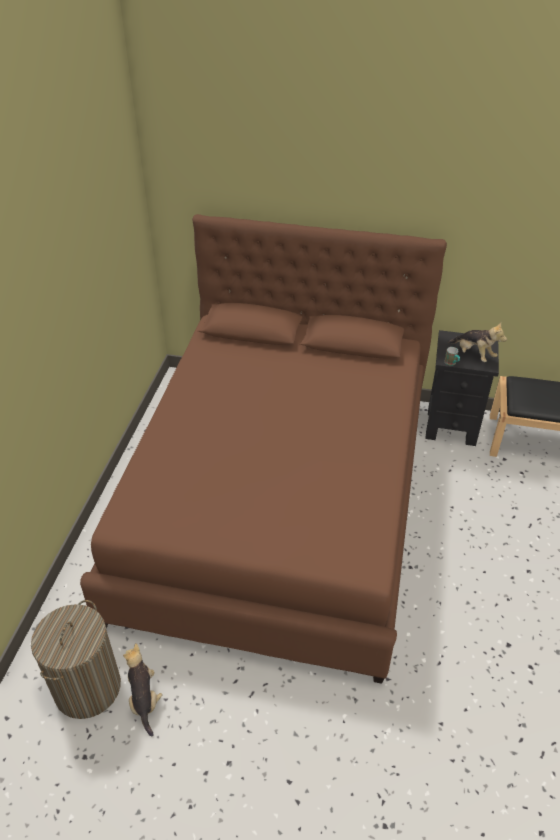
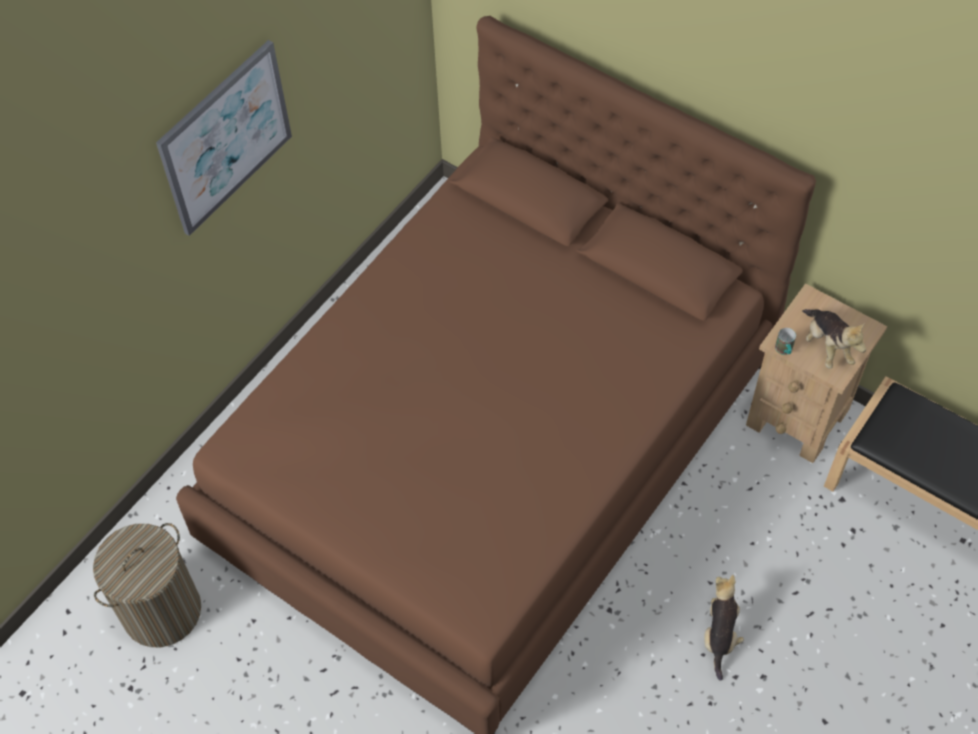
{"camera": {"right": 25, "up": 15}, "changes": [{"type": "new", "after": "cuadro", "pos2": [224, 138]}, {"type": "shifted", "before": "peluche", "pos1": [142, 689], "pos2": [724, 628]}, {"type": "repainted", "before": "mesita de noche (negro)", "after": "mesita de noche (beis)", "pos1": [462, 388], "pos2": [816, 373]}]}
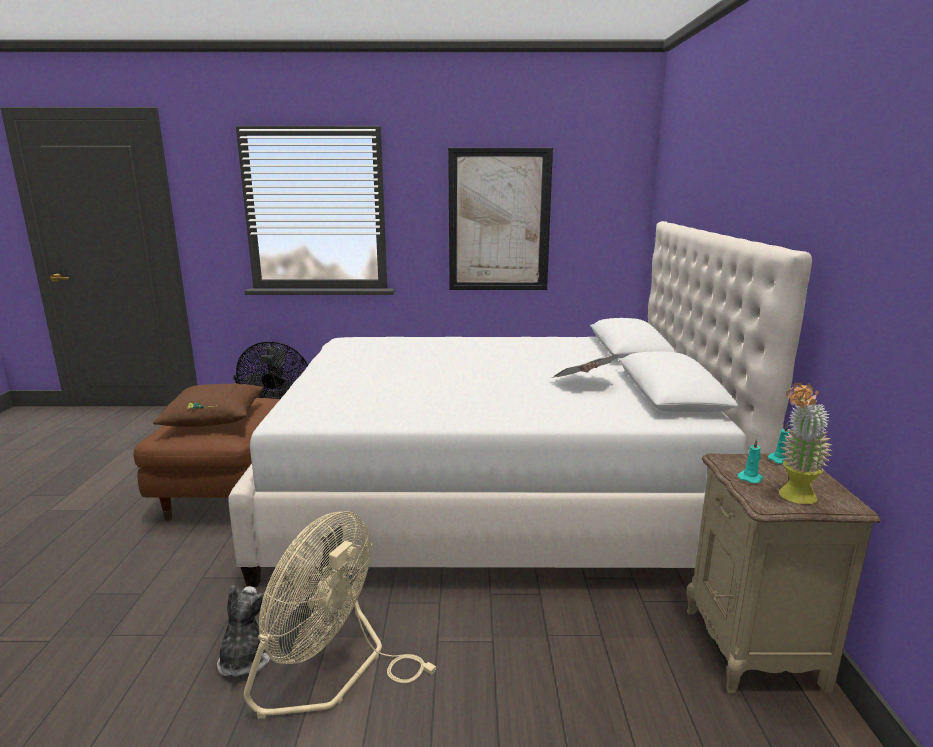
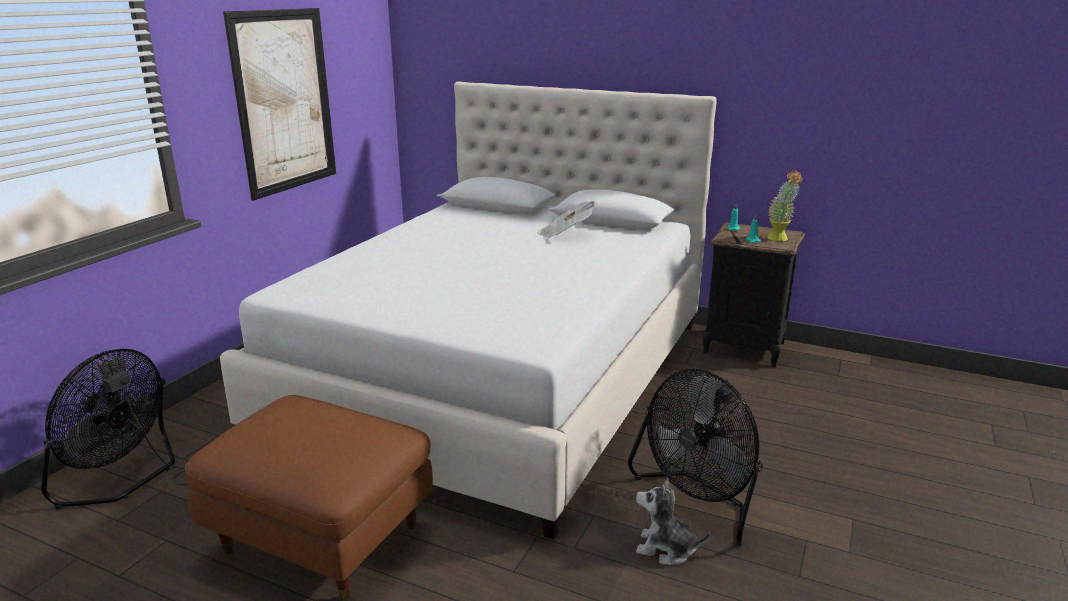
{"camera": {"right": -65, "up": 5}, "changes": [{"type": "gone", "before": "cojín (marrón)", "pos1": [208, 405]}, {"type": "repainted", "before": "ventilador (beis)", "after": "ventilador (negro)", "pos1": [340, 615], "pos2": [695, 458]}, {"type": "repainted", "before": "mesita de noche (beis)", "after": "mesita de noche (negro)", "pos1": [783, 573], "pos2": [753, 295]}]}
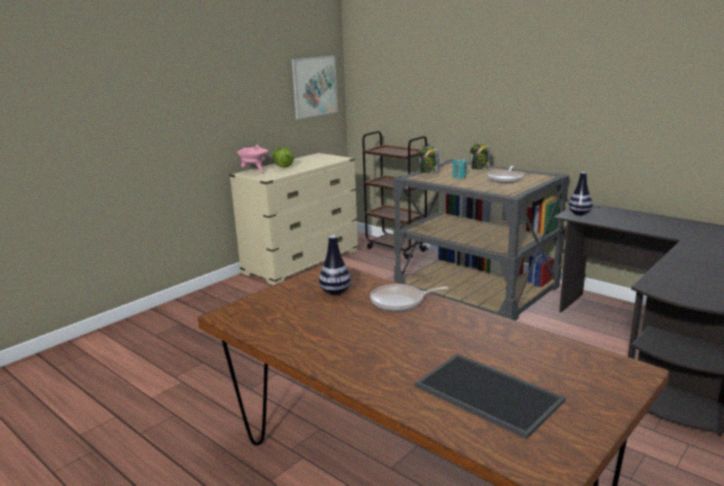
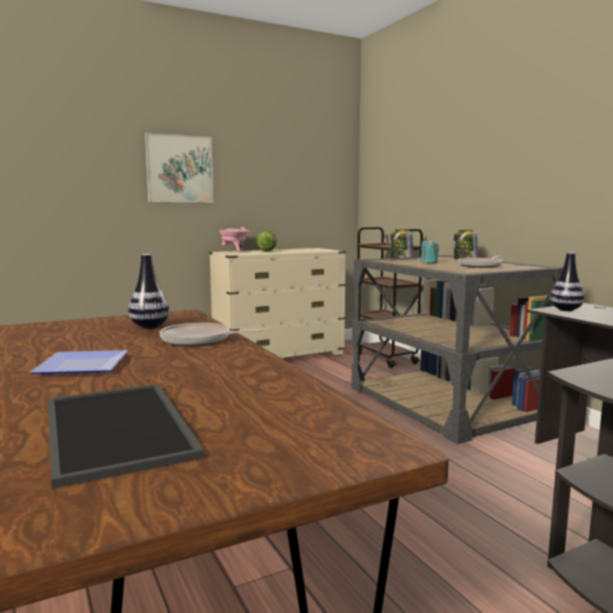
{"camera": {"right": 20, "up": -10}, "changes": [{"type": "new", "after": "plato", "pos2": [79, 362]}, {"type": "shifted", "before": "cuadro", "pos1": [315, 87], "pos2": [179, 167]}]}
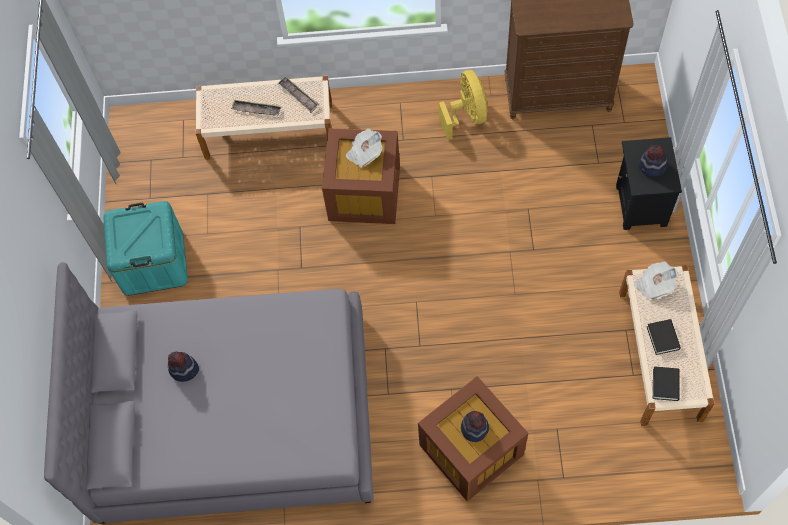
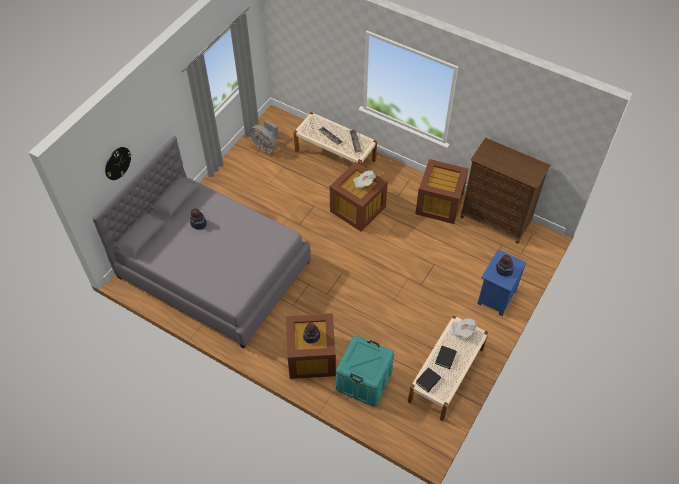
{"camera": {"right": 30, "up": -10}, "changes": [{"type": "new", "after": "reloj de pared", "pos2": [118, 163]}, {"type": "new", "after": "ventilador (gris)", "pos2": [264, 136]}, {"type": "shifted", "before": "caja de almacenaje (turquesa)", "pos1": [145, 248], "pos2": [365, 371]}, {"type": "swapped", "before": "ventilador (amarillo)", "after": "caja de almacenaje (marrón)", "pos1": [463, 105], "pos2": [442, 191]}, {"type": "repainted", "before": "mesita de noche (negro)", "after": "mesita de noche (azul)", "pos1": [649, 183], "pos2": [502, 282]}]}
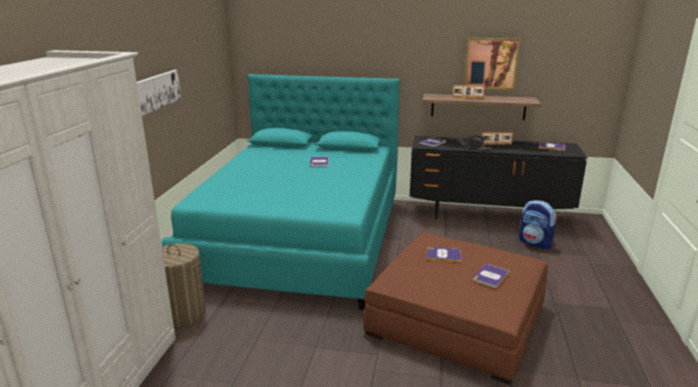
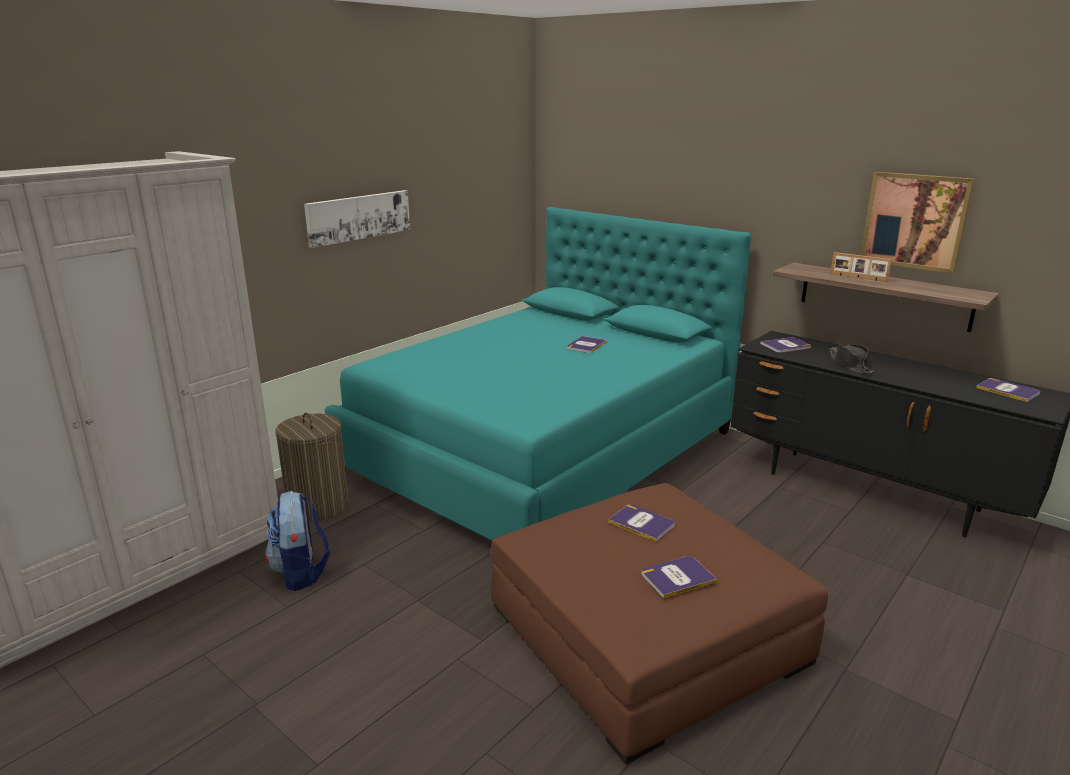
{"camera": {"right": 30, "up": 0}, "changes": [{"type": "gone", "before": "portarretratos", "pos1": [497, 138]}, {"type": "shifted", "before": "mochila", "pos1": [538, 225], "pos2": [297, 541]}]}
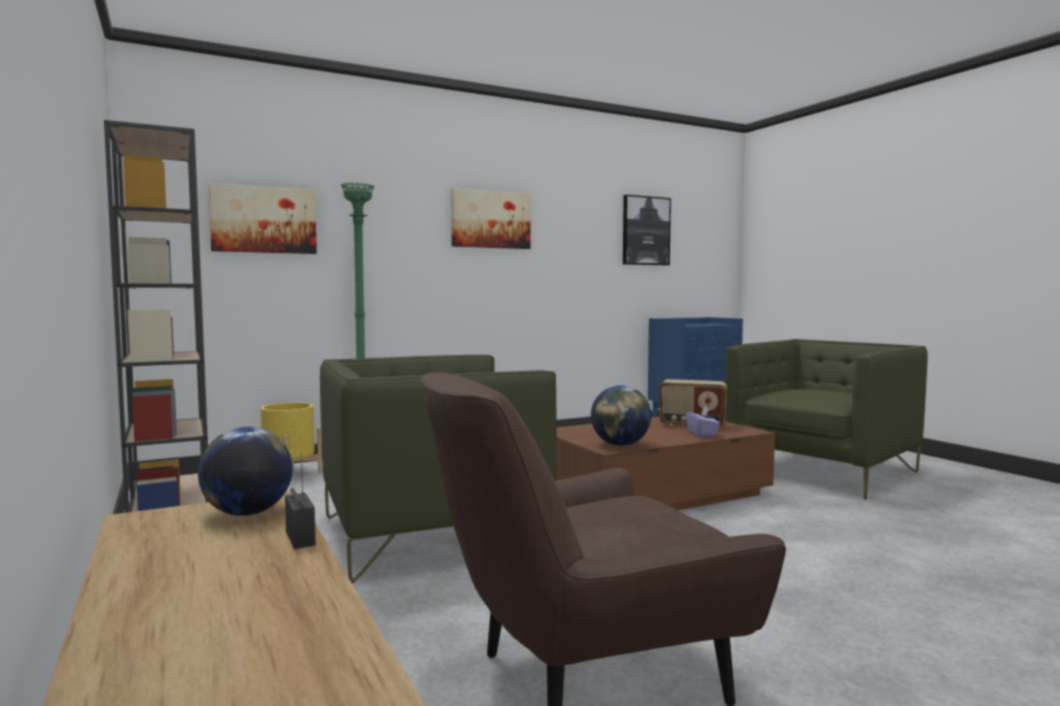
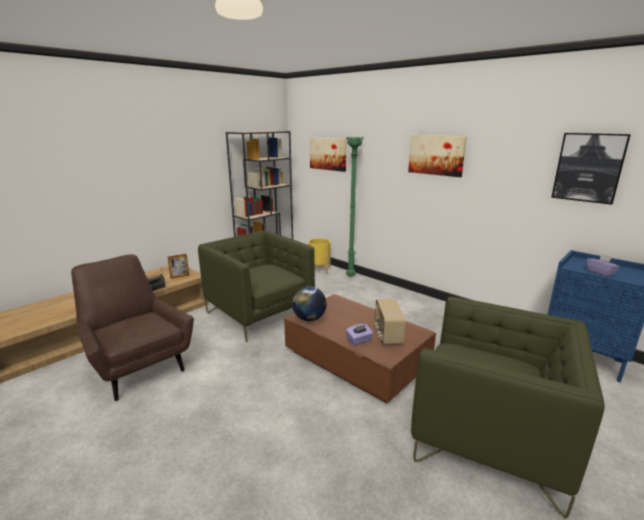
{"camera": {"right": 70, "up": 15}, "changes": [{"type": "new", "after": "caja de pañuelos (morado)", "pos2": [603, 265]}, {"type": "swapped", "before": "globo terráqueo", "after": "portarretratos", "pos1": [245, 471], "pos2": [178, 266]}]}
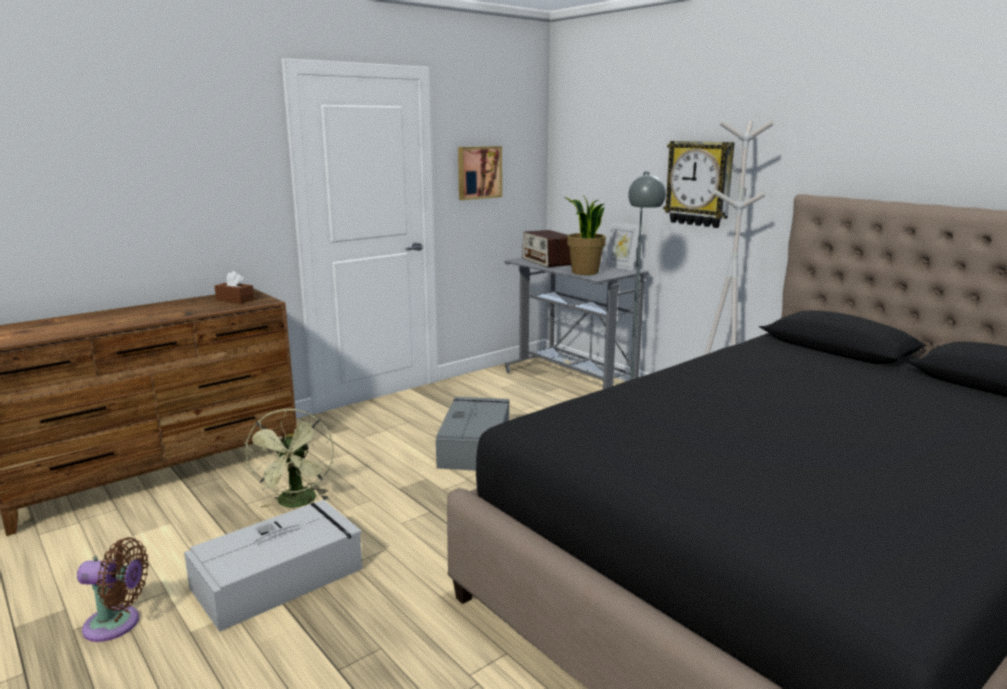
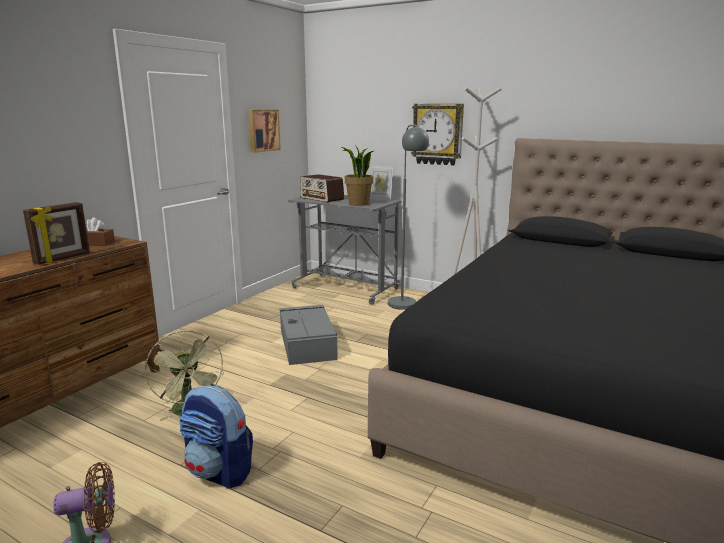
{"camera": {"right": -20, "up": 0}, "changes": [{"type": "new", "after": "portarretratos", "pos2": [56, 233]}, {"type": "swapped", "before": "caja de almacenaje (gris)", "after": "mochila", "pos1": [273, 566], "pos2": [216, 437]}]}
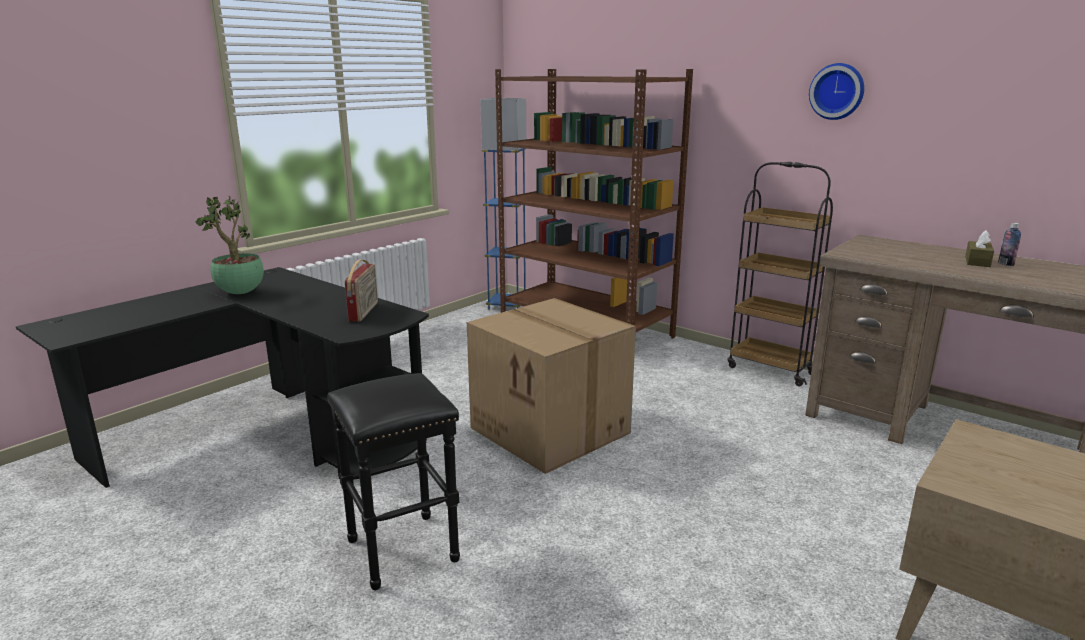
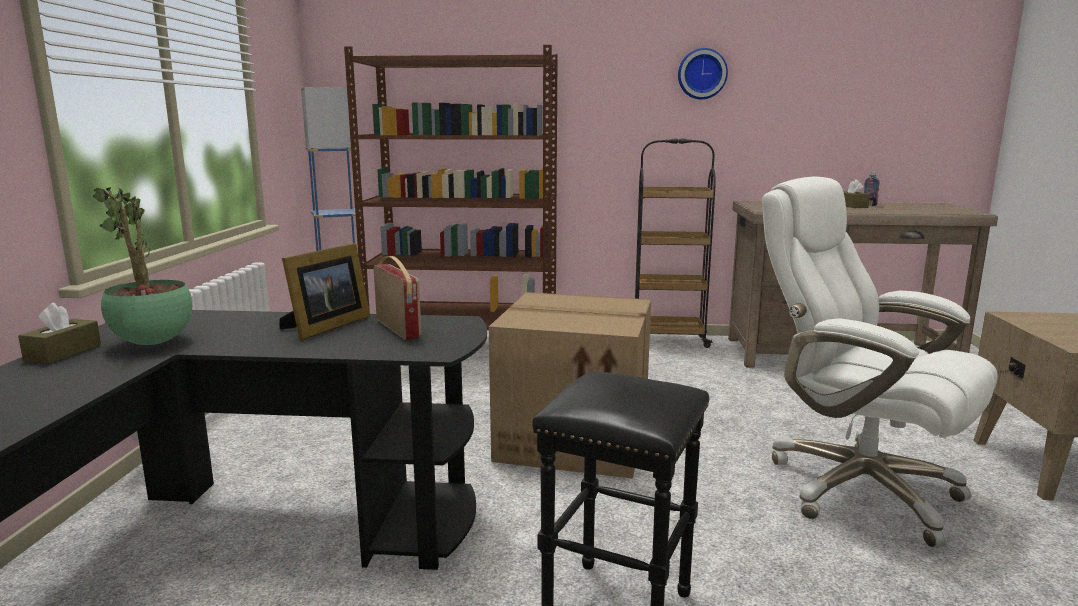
{"camera": {"right": -35, "up": -5}, "changes": [{"type": "new", "after": "caja de pañuelos (marrón)", "pos2": [59, 333]}, {"type": "new", "after": "portarretratos", "pos2": [324, 291]}, {"type": "new", "after": "silla de oficina (blanco)", "pos2": [880, 362]}]}
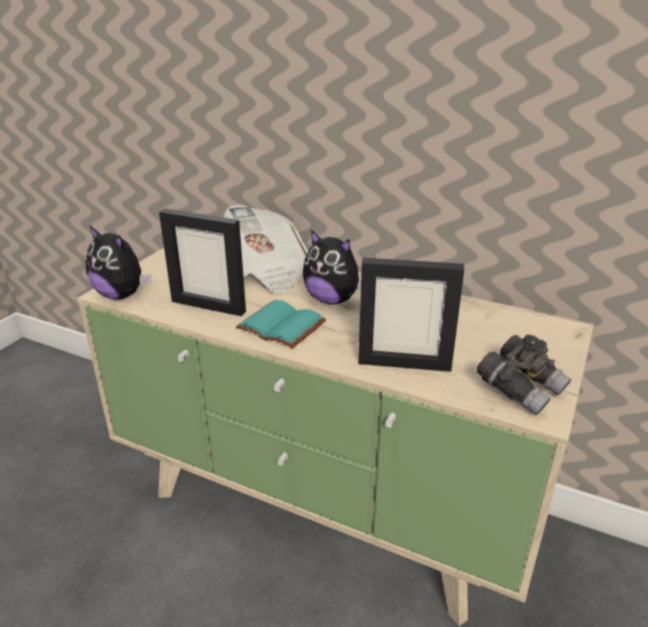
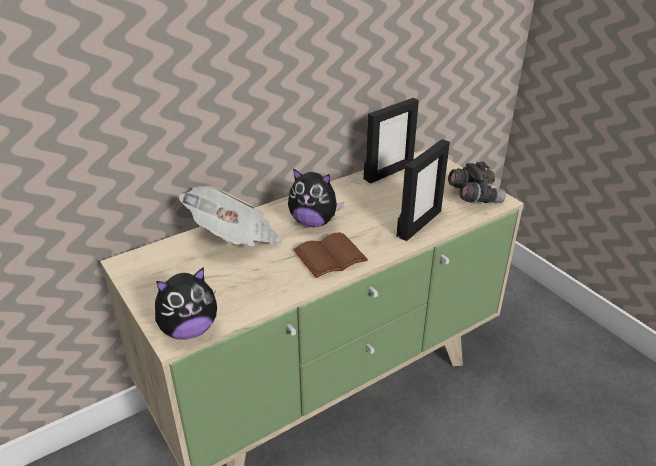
{"camera": {"right": -60, "up": 5}, "changes": [{"type": "shifted", "before": "portarretratos", "pos1": [202, 262], "pos2": [391, 141]}, {"type": "repainted", "before": "libro (turquesa)", "after": "libro (marrón)", "pos1": [281, 324], "pos2": [330, 255]}, {"type": "rotated", "before": "peluche", "pos1": [332, 267], "pos2": [316, 197], "turn": 45}]}
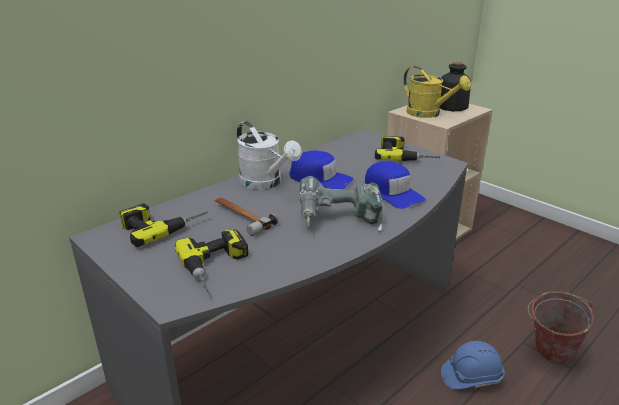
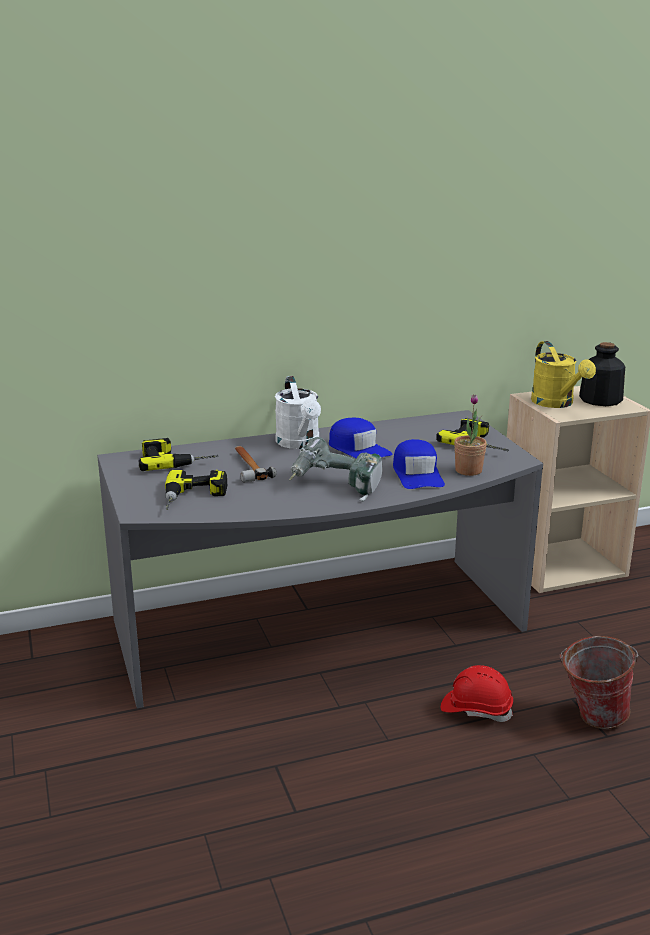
{"camera": {"right": 25, "up": -5}, "changes": [{"type": "new", "after": "planta en maceta", "pos2": [470, 435]}, {"type": "repainted", "before": "casco (azul)", "after": "casco (rojo)", "pos1": [472, 365], "pos2": [477, 693]}]}
